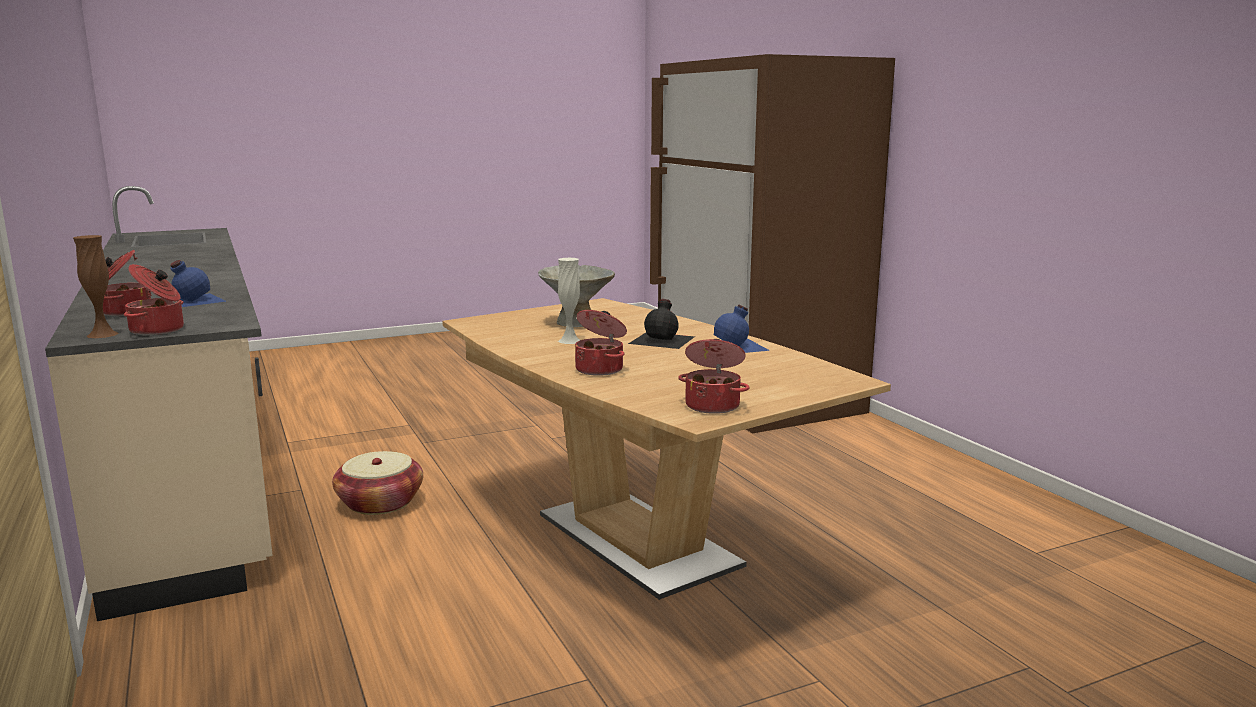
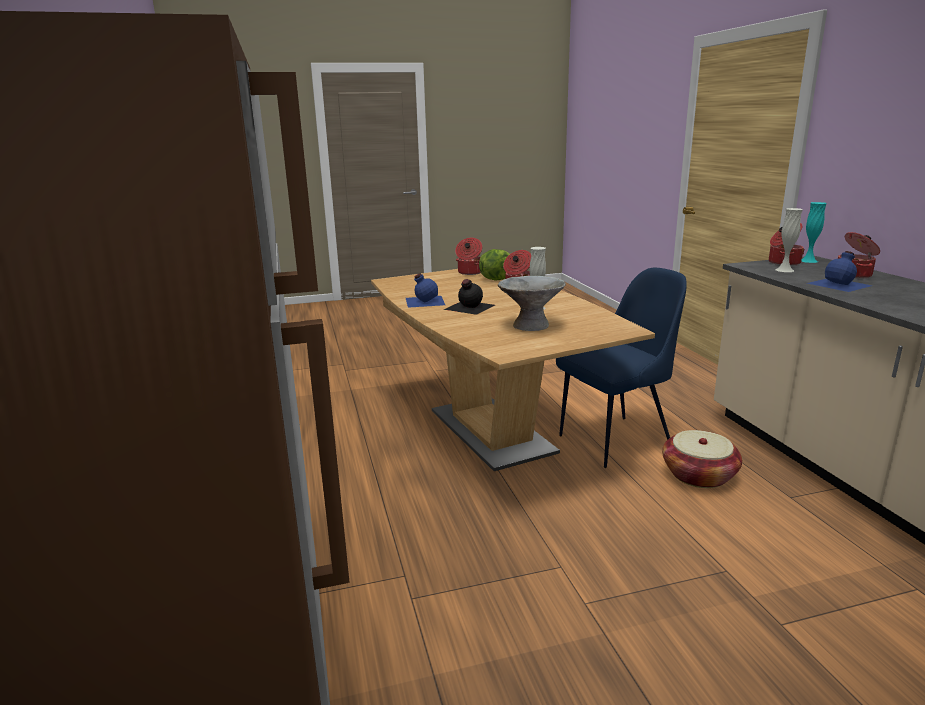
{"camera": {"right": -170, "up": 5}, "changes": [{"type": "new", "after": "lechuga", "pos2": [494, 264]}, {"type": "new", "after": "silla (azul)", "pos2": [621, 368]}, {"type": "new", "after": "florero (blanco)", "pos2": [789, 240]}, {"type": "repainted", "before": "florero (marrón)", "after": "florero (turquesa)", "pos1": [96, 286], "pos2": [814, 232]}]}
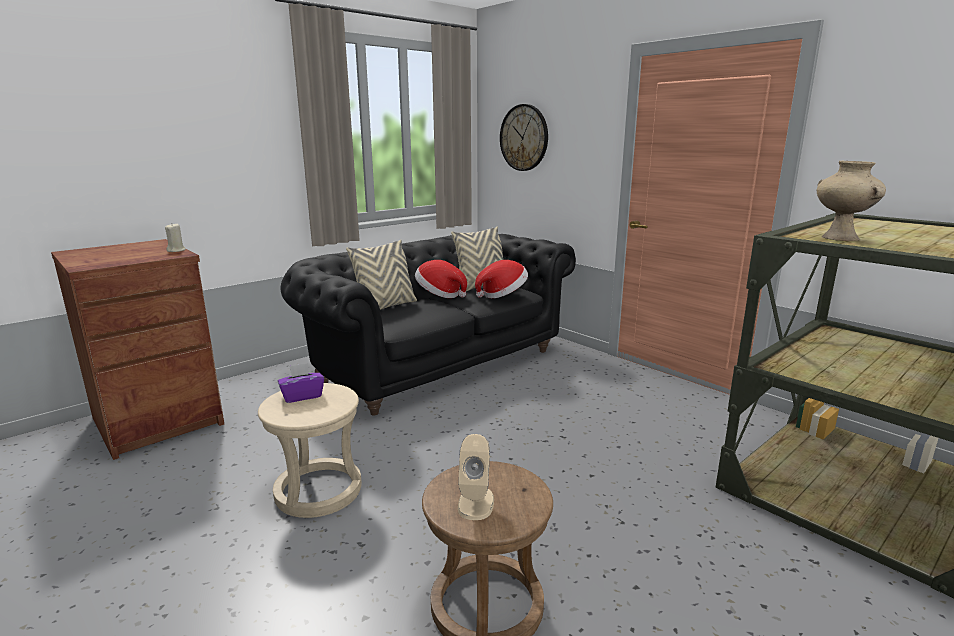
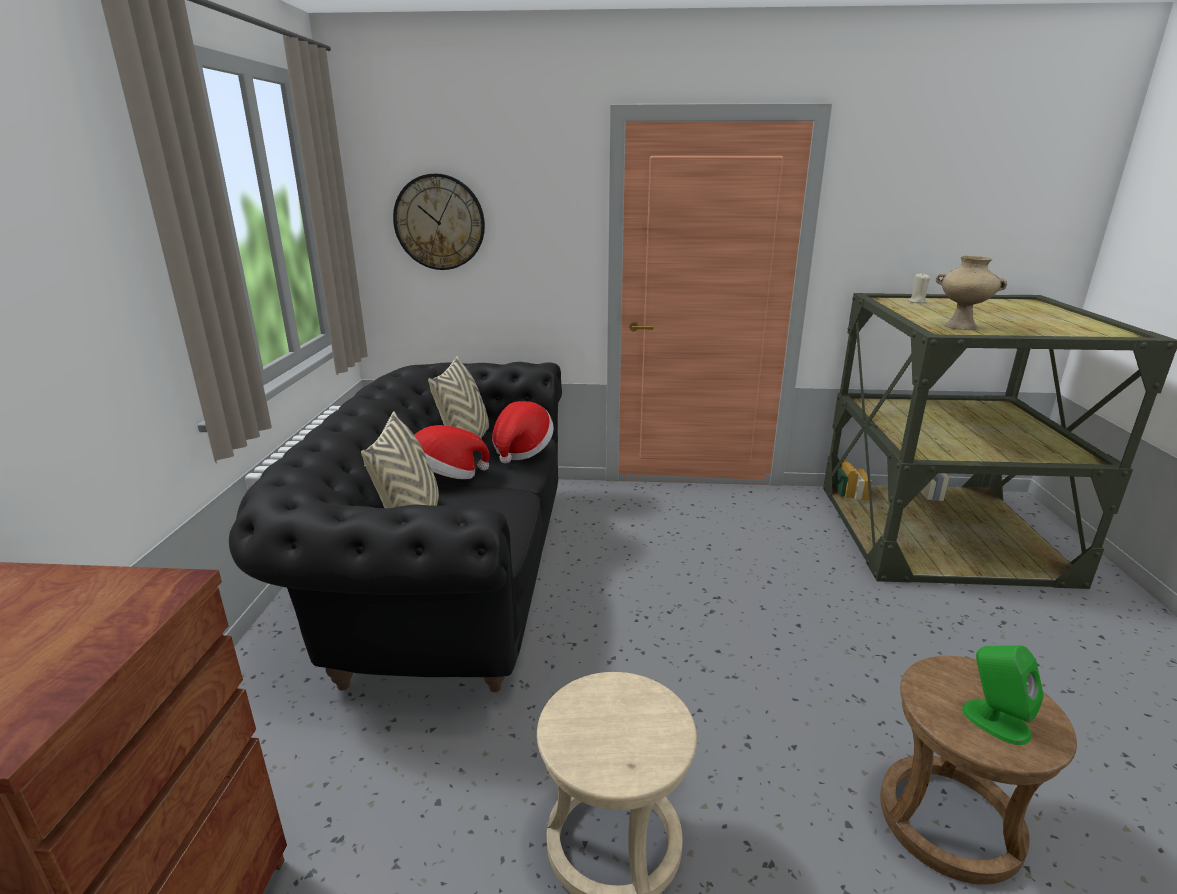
{"camera": {"right": -45, "up": 5}, "changes": [{"type": "gone", "before": "caja de pañuelos (morado)", "pos1": [301, 383]}, {"type": "shifted", "before": "vela (beis)", "pos1": [175, 238], "pos2": [918, 288]}, {"type": "repainted", "before": "altavoz (beis)", "after": "altavoz (verde)", "pos1": [476, 477], "pos2": [1003, 695]}]}
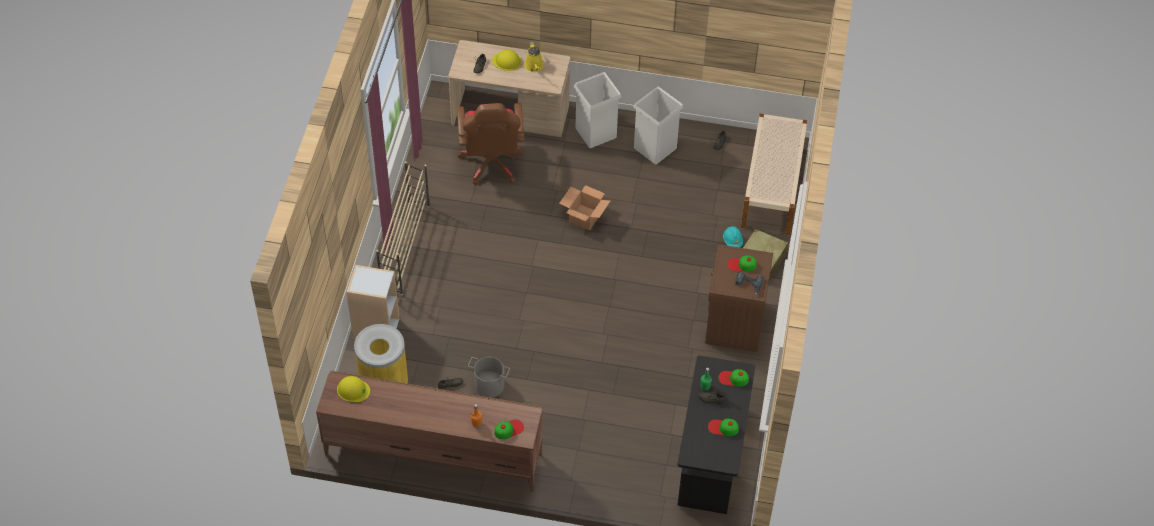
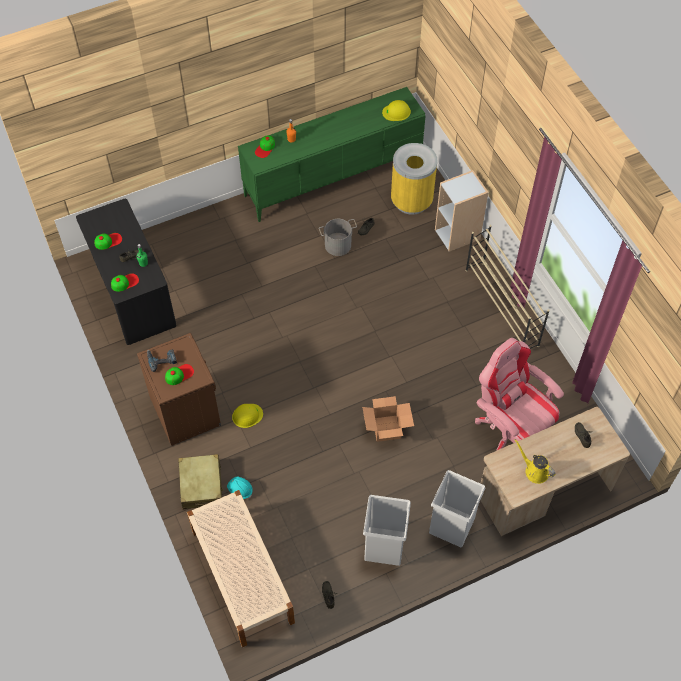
{"camera": {"right": 145, "up": 5}, "changes": [{"type": "shifted", "before": "casco (amarillo)", "pos1": [506, 60], "pos2": [247, 416]}, {"type": "repainted", "before": "armario (marrón)", "after": "armario (verde)", "pos1": [429, 431], "pos2": [332, 154]}, {"type": "repainted", "before": "silla de oficina (marrón)", "after": "silla de oficina (rosa)", "pos1": [491, 144], "pos2": [519, 394]}]}
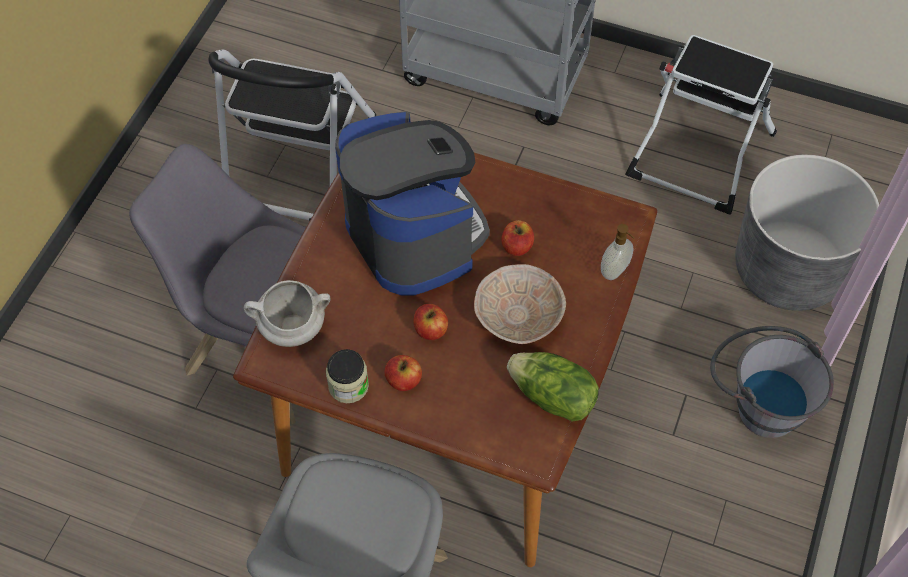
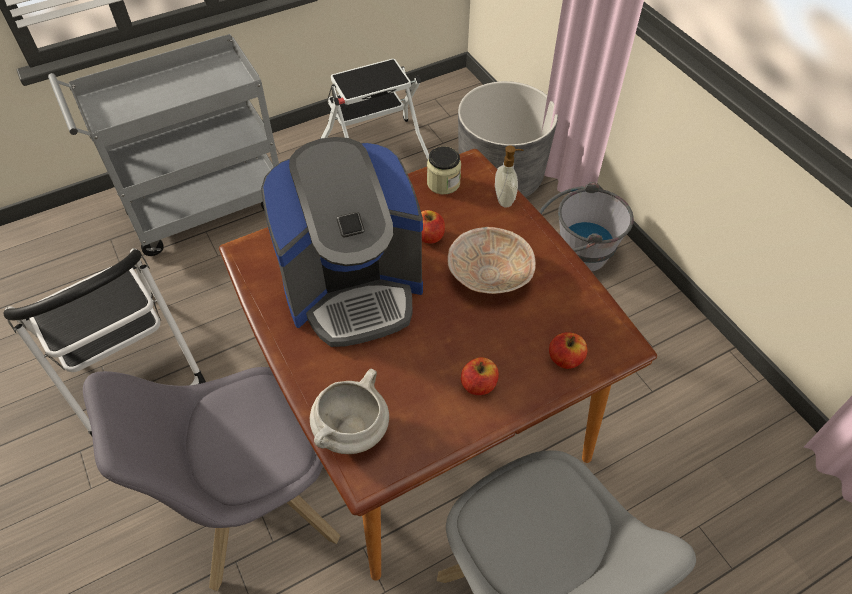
{"camera": {"right": -50, "up": -5}, "changes": [{"type": "gone", "before": "lechuga", "pos1": [553, 386]}, {"type": "shifted", "before": "tarro", "pos1": [347, 376], "pos2": [444, 170]}, {"type": "shifted", "before": "manzana", "pos1": [431, 322], "pos2": [568, 350]}, {"type": "rotated", "before": "cafetera", "pos1": [412, 203], "pos2": [342, 242], "turn": 150}]}
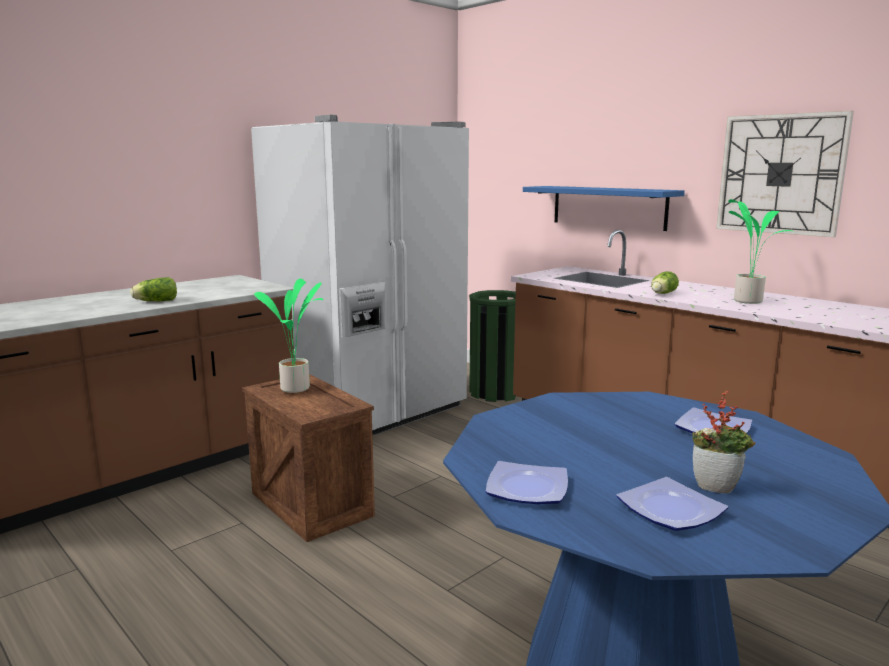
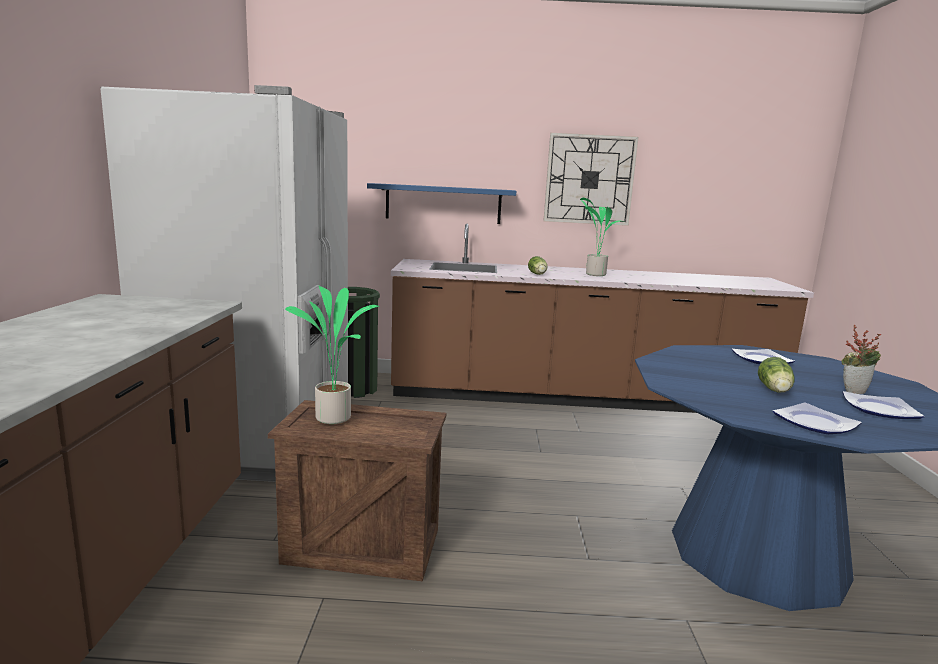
{"camera": {"right": -45, "up": 0}, "changes": [{"type": "shifted", "before": "lechuga", "pos1": [153, 289], "pos2": [776, 375]}]}
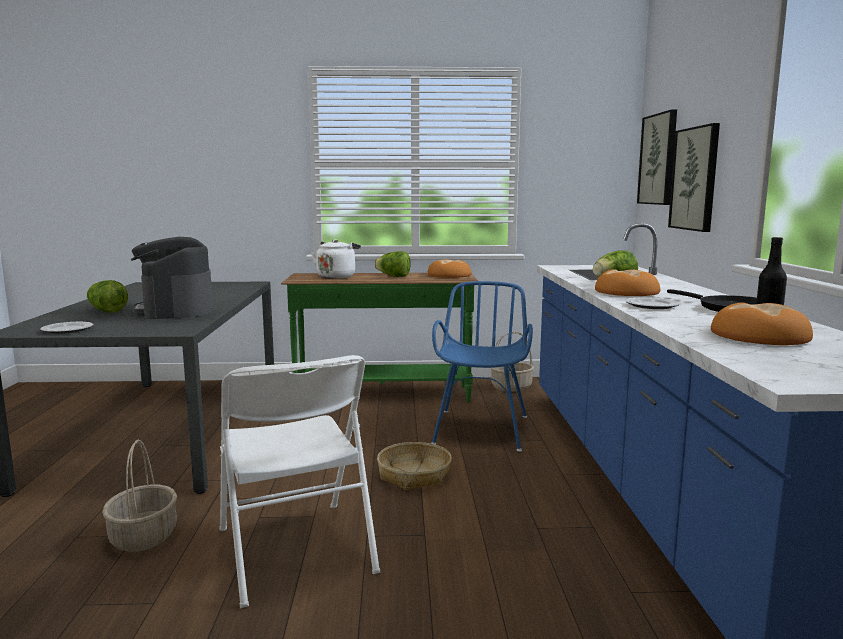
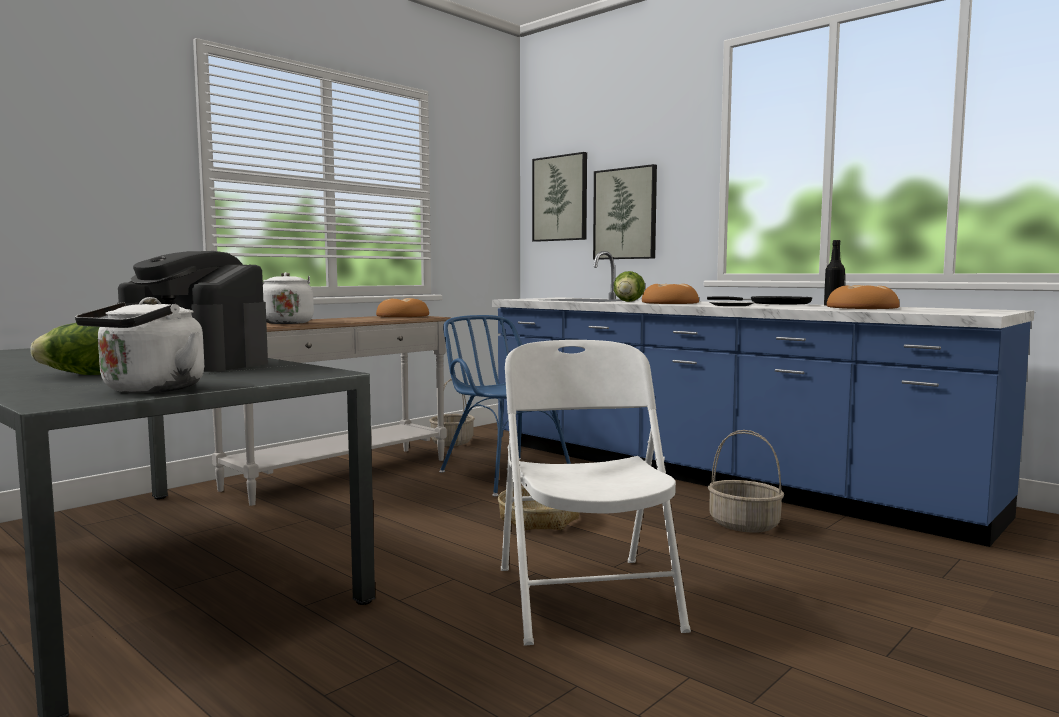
{"camera": {"right": -45, "up": -5}, "changes": [{"type": "gone", "before": "lechuga", "pos1": [392, 264]}, {"type": "shifted", "before": "cesta", "pos1": [139, 495], "pos2": [746, 481]}, {"type": "swapped", "before": "plato", "after": "hervidor (blanco)", "pos1": [66, 328], "pos2": [139, 345]}, {"type": "repainted", "before": "mesa consola (verde)", "after": "mesa consola (blanco)", "pos1": [379, 337], "pos2": [331, 411]}, {"type": "rotated", "before": "silla (blanco)", "pos1": [299, 481], "pos2": [596, 493], "turn": -120}]}
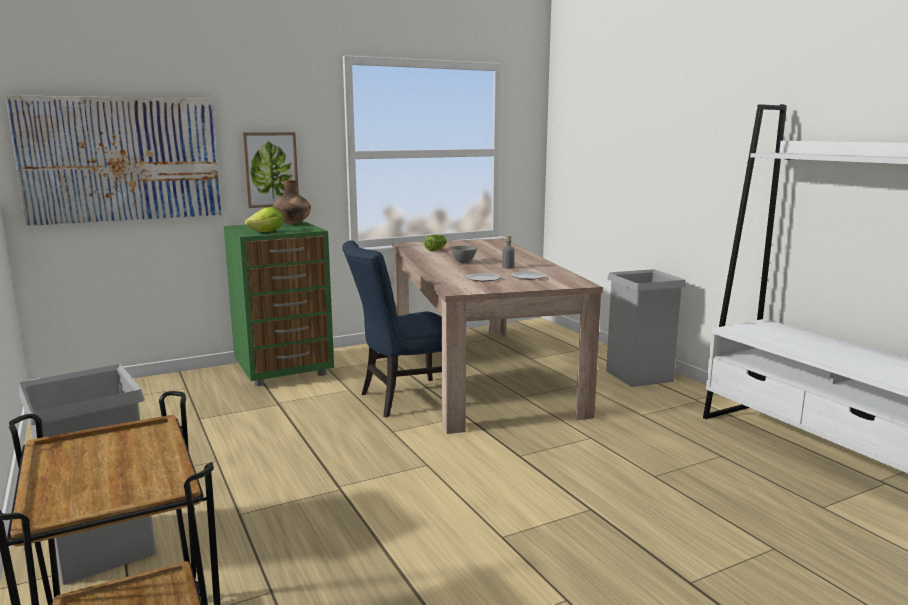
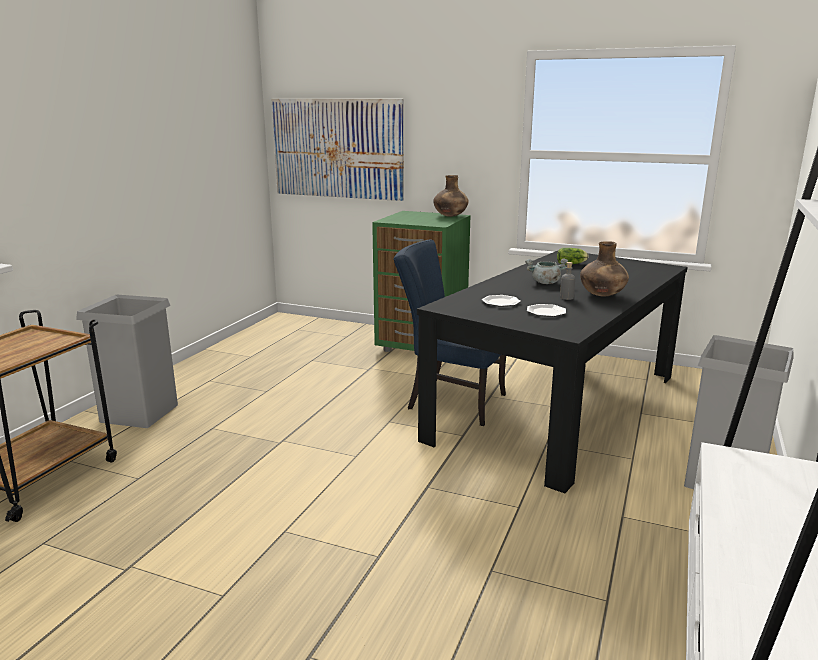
{"camera": {"right": 50, "up": 5}, "changes": [{"type": "gone", "before": "cuadro", "pos1": [270, 170]}, {"type": "gone", "before": "lechuga", "pos1": [264, 219]}, {"type": "new", "after": "florero (marrón)", "pos2": [604, 269]}, {"type": "swapped", "before": "cuenco (gris)", "after": "olla (gris)", "pos1": [464, 254], "pos2": [546, 271]}, {"type": "repainted", "before": "mesa de comedor (beis)", "after": "mesa de comedor (negro)", "pos1": [498, 336], "pos2": [552, 372]}]}
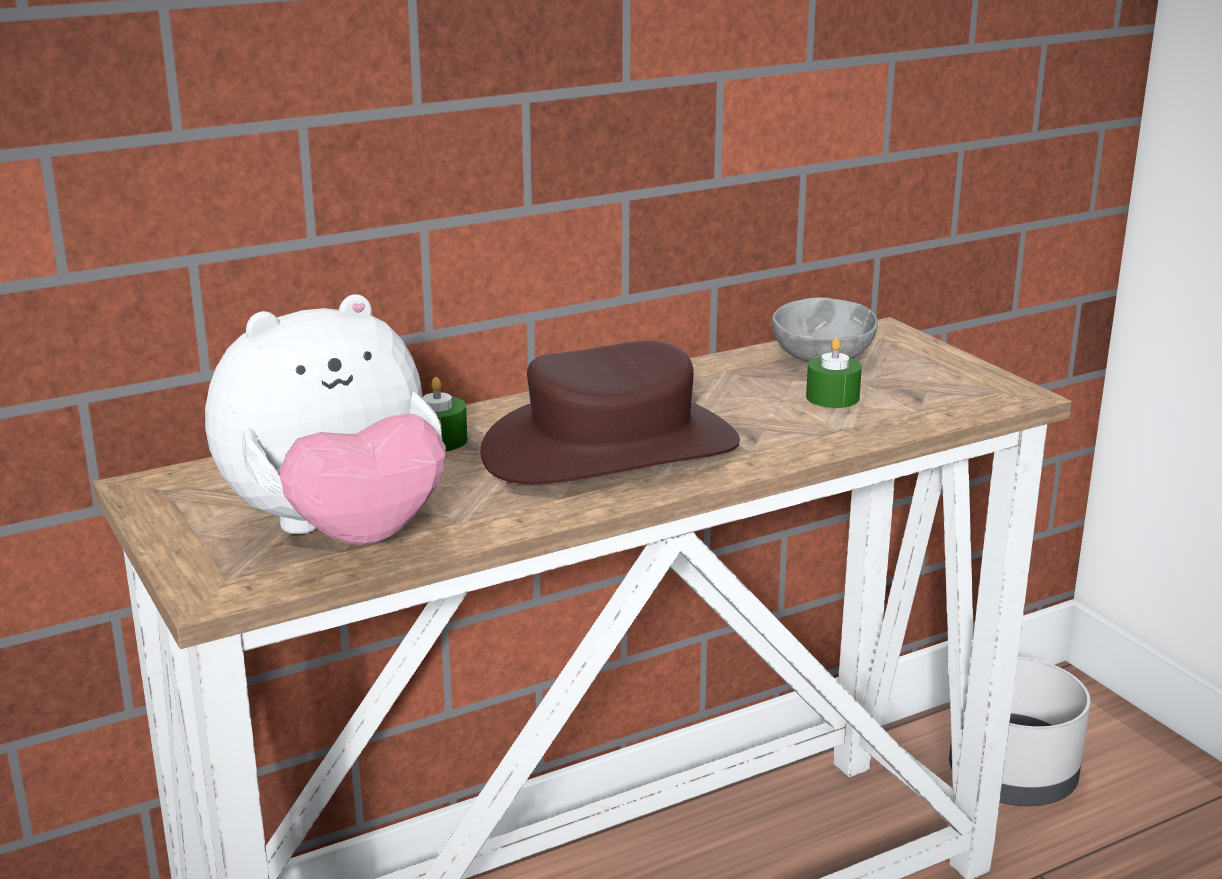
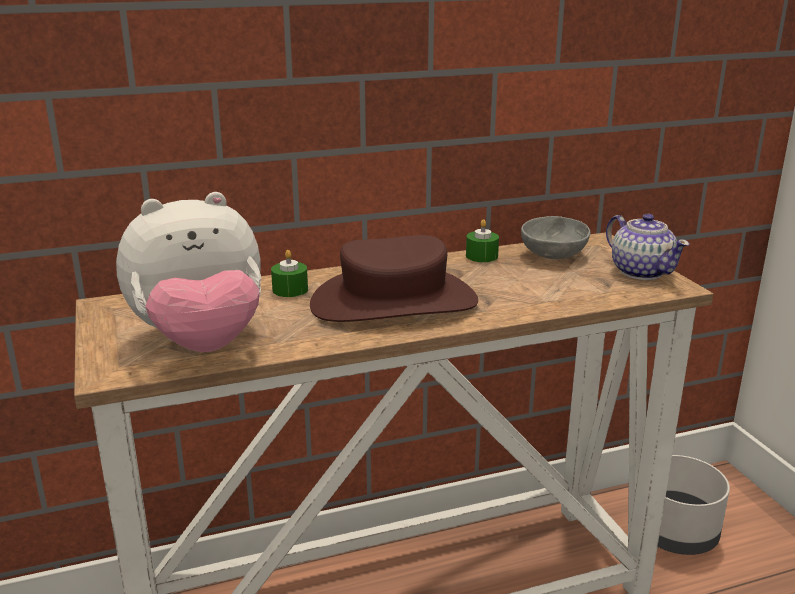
{"camera": {"right": 10, "up": 0}, "changes": [{"type": "new", "after": "tetera", "pos2": [648, 247]}, {"type": "shifted", "before": "vela (verde)", "pos1": [834, 373], "pos2": [482, 240]}]}
